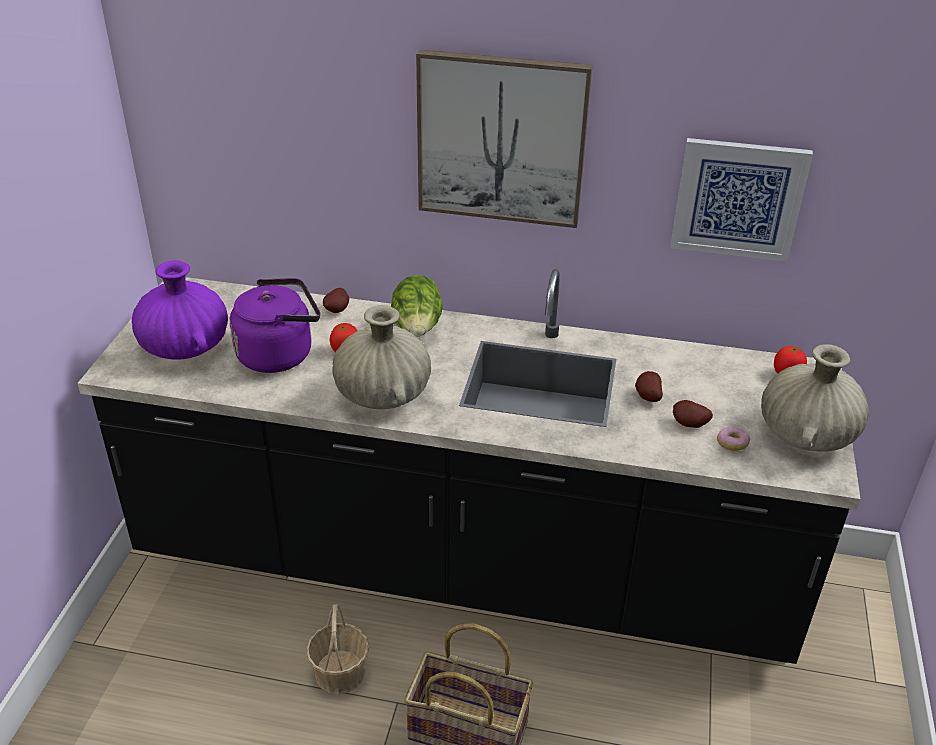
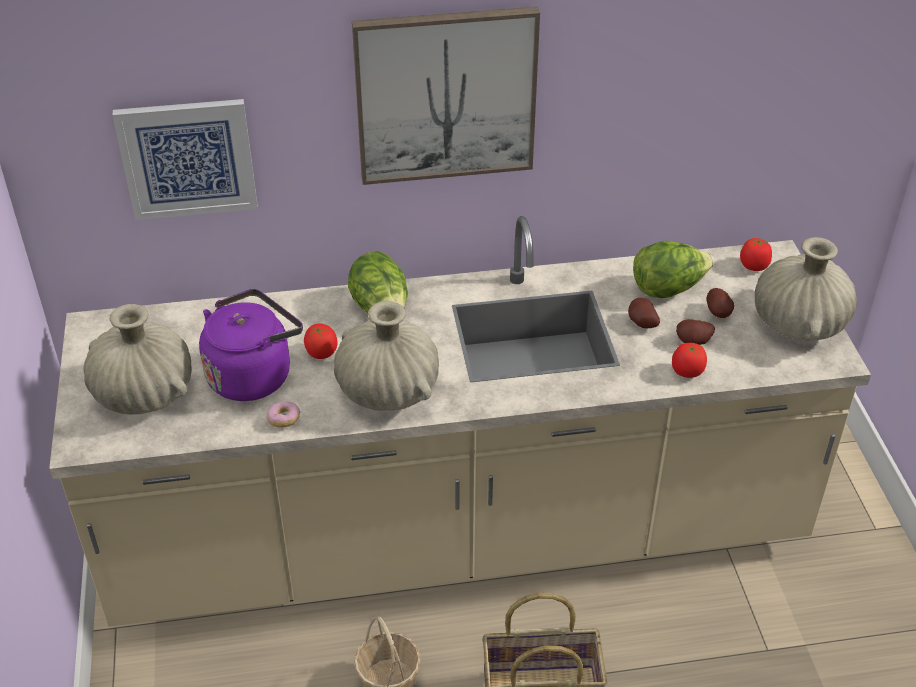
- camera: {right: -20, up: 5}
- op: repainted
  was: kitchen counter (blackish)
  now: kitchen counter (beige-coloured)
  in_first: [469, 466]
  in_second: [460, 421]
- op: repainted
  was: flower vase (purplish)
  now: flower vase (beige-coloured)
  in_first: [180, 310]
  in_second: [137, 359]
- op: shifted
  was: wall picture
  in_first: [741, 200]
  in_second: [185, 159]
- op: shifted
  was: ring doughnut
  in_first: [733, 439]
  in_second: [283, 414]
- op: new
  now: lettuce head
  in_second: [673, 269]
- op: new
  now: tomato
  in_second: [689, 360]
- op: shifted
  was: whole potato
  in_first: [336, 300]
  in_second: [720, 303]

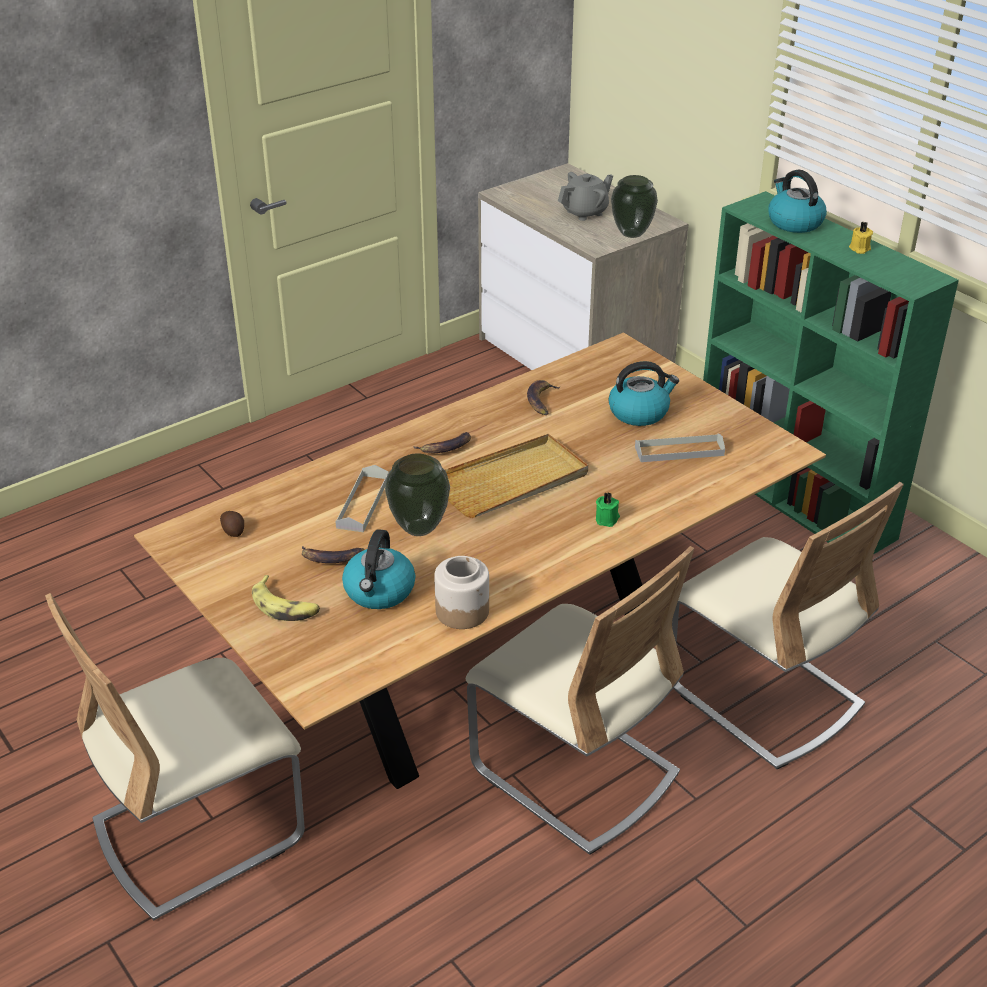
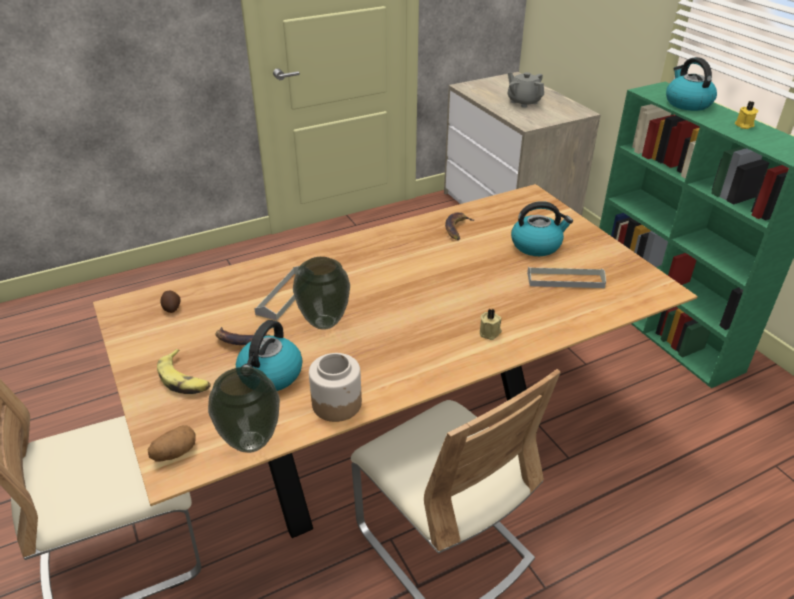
- camera: {right: 10, up: 0}
- op: new
  now: whole potato
  in_second: [171, 443]
- op: shifted
  was: flower vase
  in_first: [634, 206]
  in_second: [244, 410]
- op: repainted
  was: wax light (green)
  now: wax light (beige-coloured)
  in_first: [608, 509]
  in_second: [491, 324]
- op: rotated
  was: tea pot (grey)
  in_first: [585, 196]
  in_second: [525, 90]
  clockwise: -105
- op: gone
  was: banana fruit
  in_first: [442, 442]
- op: gone
  was: tray (beige-coloured)
  in_first: [516, 476]
- op: gone
  was: upright chair (beige-coloured)
  in_first: [788, 625]

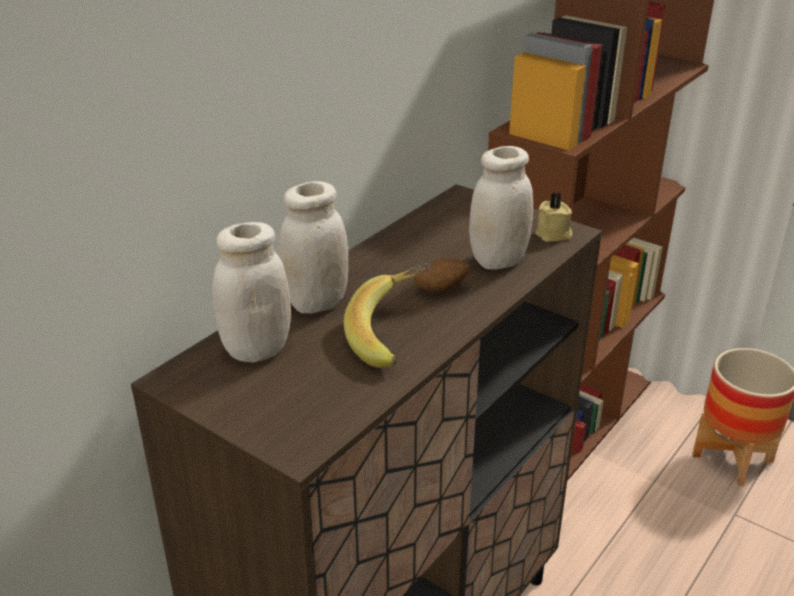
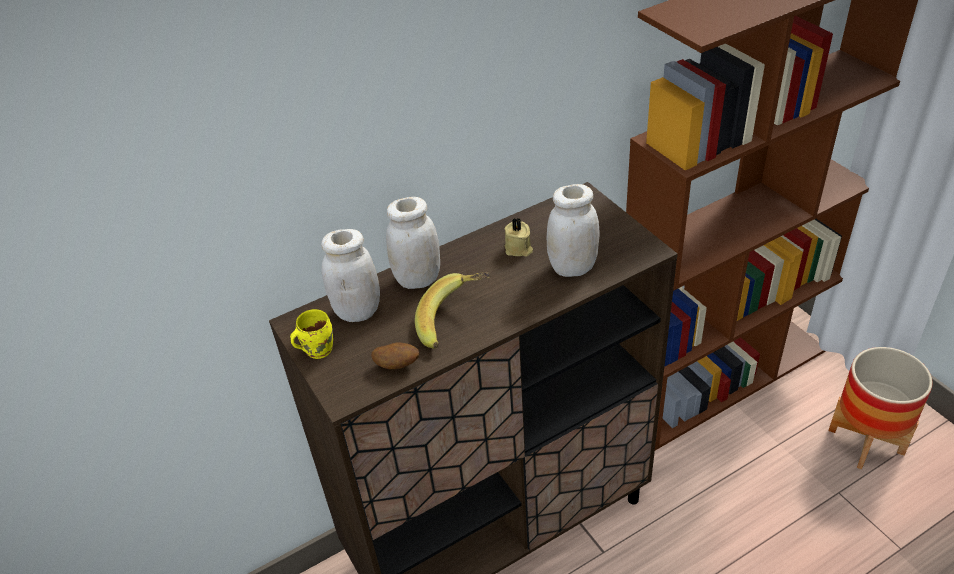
- camera: {right: 25, up: 10}
- op: new
  now: tea mug (yellow-coloured)
  in_second: [311, 334]
- op: shifted
  was: whole potato
  in_first: [442, 275]
  in_second: [395, 355]
- op: shifted
  was: wax light (beige-coloured)
  in_first: [553, 217]
  in_second: [519, 237]

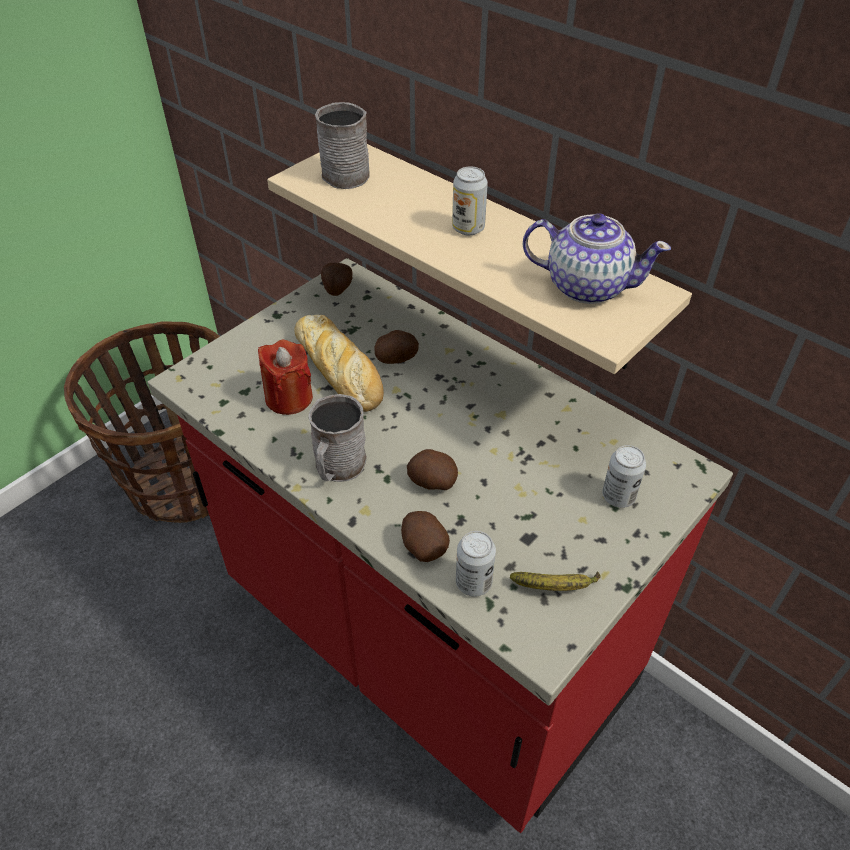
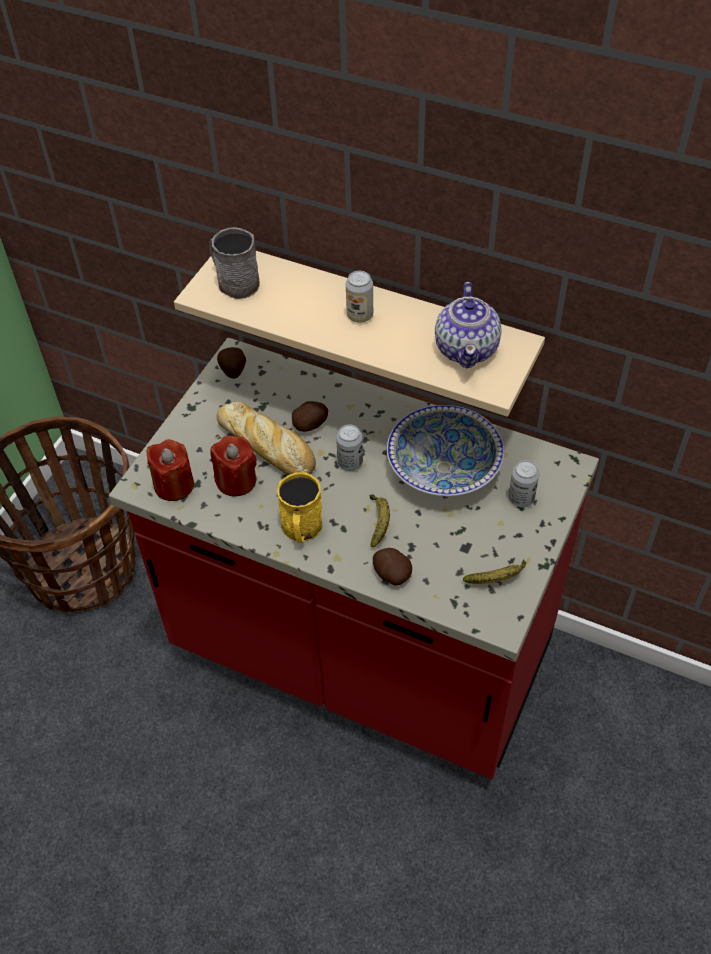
- camera: {right: -15, up: 5}
- op: new
  now: wax light (reddish)
  in_second: [170, 470]
- op: repainted
  was: tea mug (grey)
  now: tea mug (yellow-coloured)
  in_first: [337, 438]
  in_second: [299, 507]
- op: shifted
  was: can
  in_first: [476, 564]
  in_second: [349, 447]
- op: swapped
  was: whole potato
  now: banana fruit
  in_first: [432, 469]
  in_second: [379, 521]
- op: new
  now: bowl
  in_second: [445, 450]
- op: rotated
  was: tea pot
  in_first: [597, 258]
  in_second: [468, 325]
  clockwise: 90

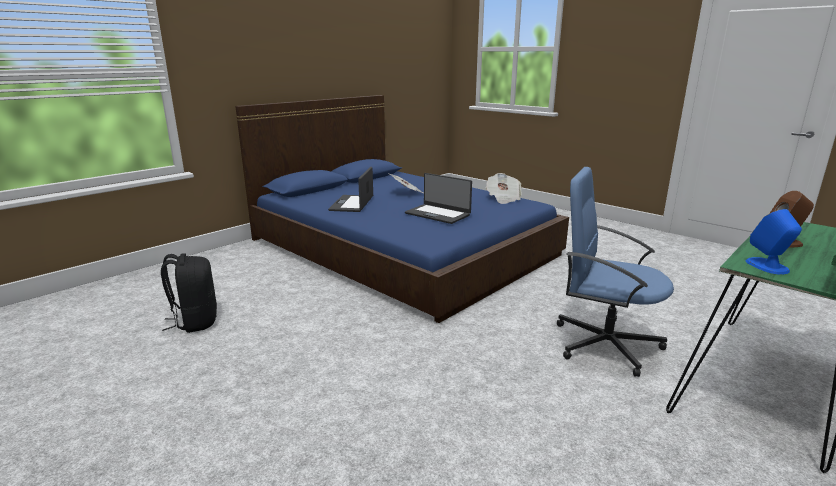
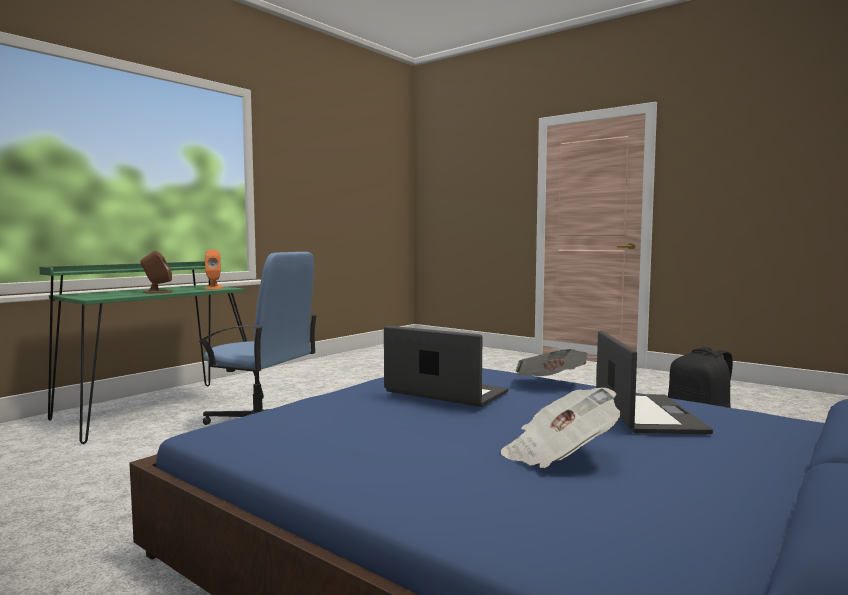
- camera: {right: 175, up: -15}
- op: repainted
  was: loudspeaker (bluish)
  now: loudspeaker (orange)
  in_first: [773, 241]
  in_second: [213, 269]
- op: shifted
  was: newspaper
  in_first: [503, 188]
  in_second: [551, 362]

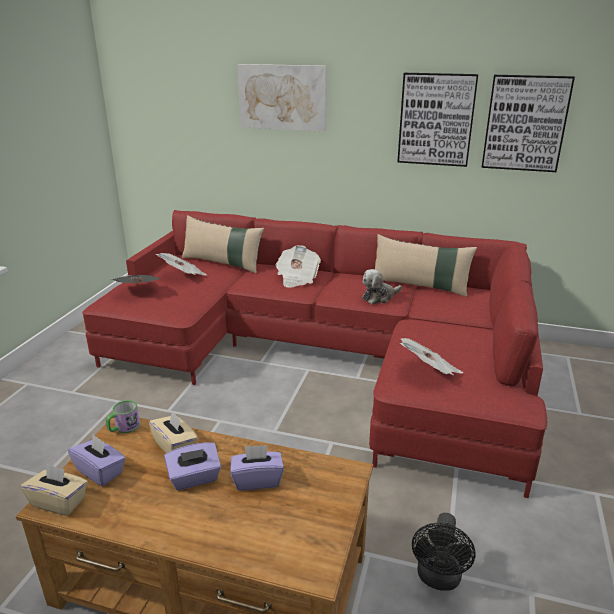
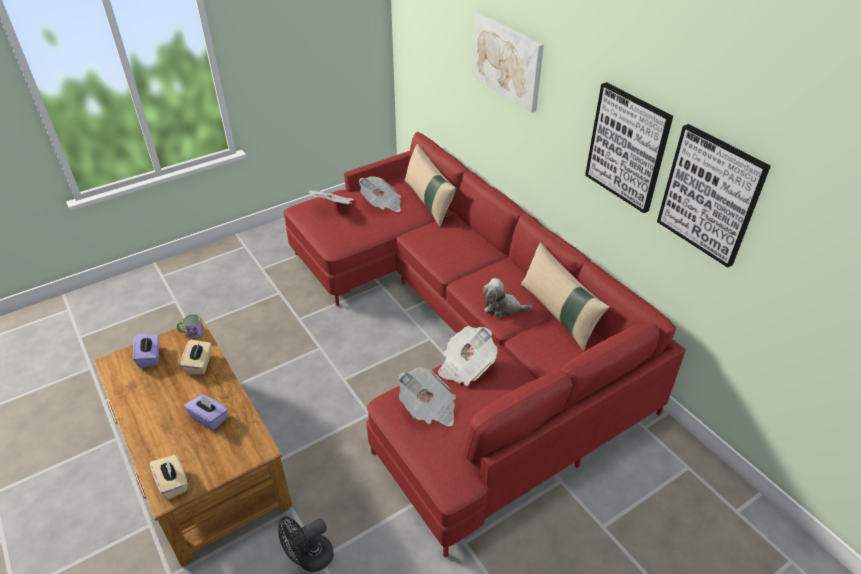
- camera: {right: 40, up: 15}
- op: shifted
  was: tissue box (beige-coloured)
  in_first: [54, 489]
  in_second: [169, 477]
- op: shifted
  was: newspaper
  in_first: [298, 266]
  in_second: [468, 356]
- op: gone
  was: tissue box (purplish)
  in_first: [192, 466]

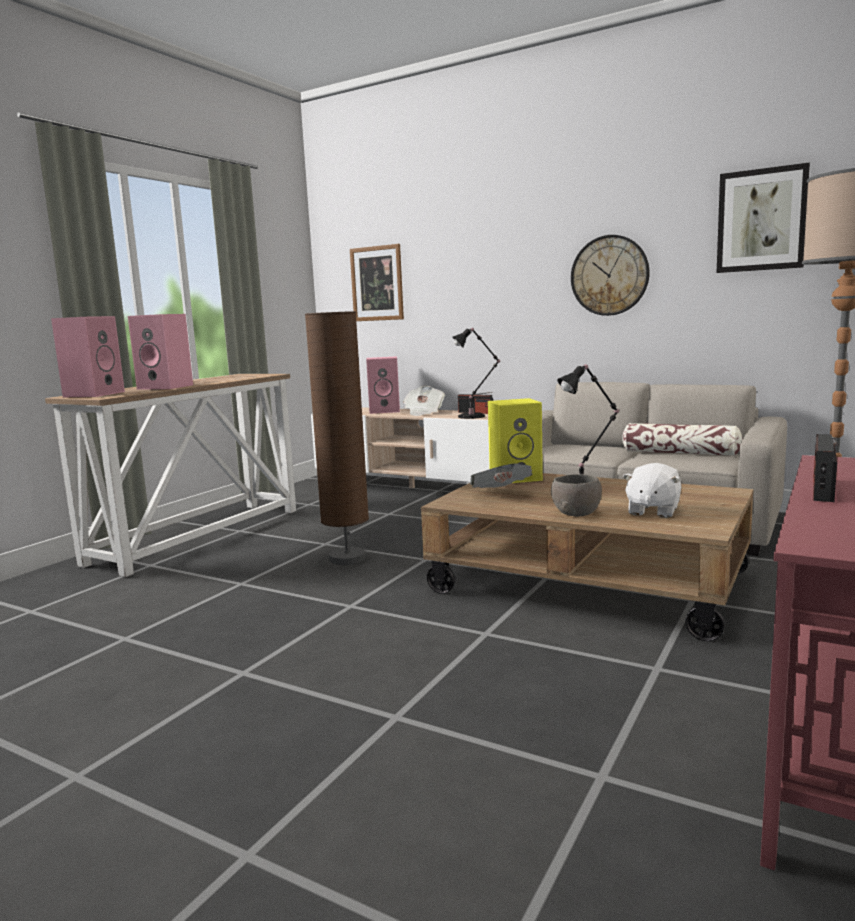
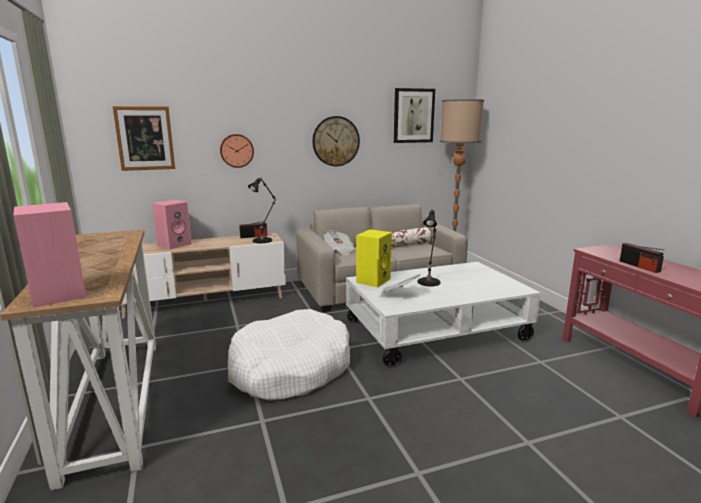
- camera: {right: -50, up: 5}
- op: new
  now: wall clock
  in_second: [237, 151]
- op: swapped
  was: standing lamp (brown-coloured)
  now: pet bed (white-coloured)
  in_first: [337, 438]
  in_second: [289, 355]
- op: shifted
  was: newspaper
  in_first: [424, 401]
  in_second: [340, 242]
- op: repainted
  was: lounge table (brown-coloured)
  now: lounge table (white-coloured)
  in_first: [587, 557]
  in_second: [443, 314]
- op: gone
  was: loudspeaker (pink-coloured)
  in_first: [160, 352]
- op: gone
  was: bowl (grey)
  in_first: [576, 495]
- op: gone
  was: soft toy (white-coloured)
  in_first: [652, 490]

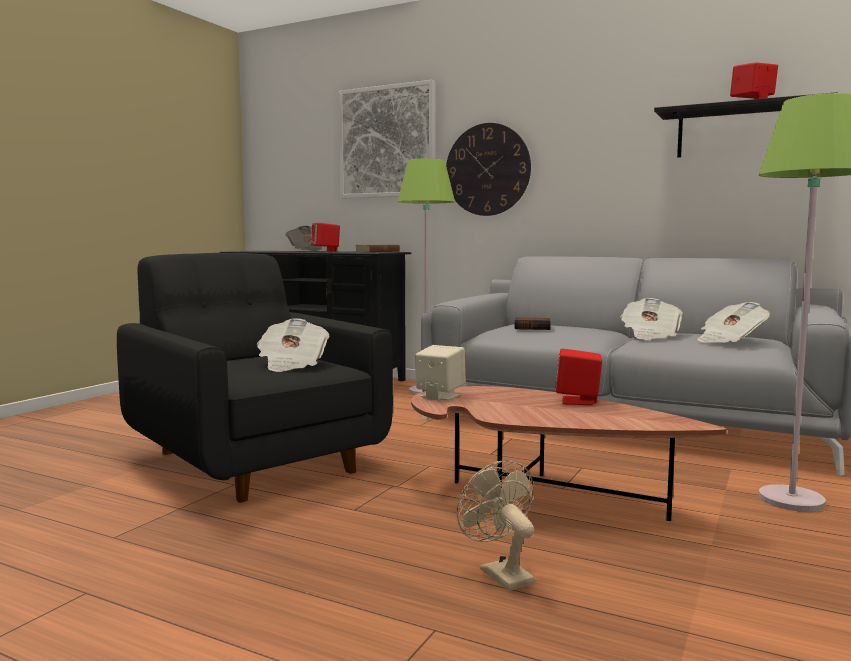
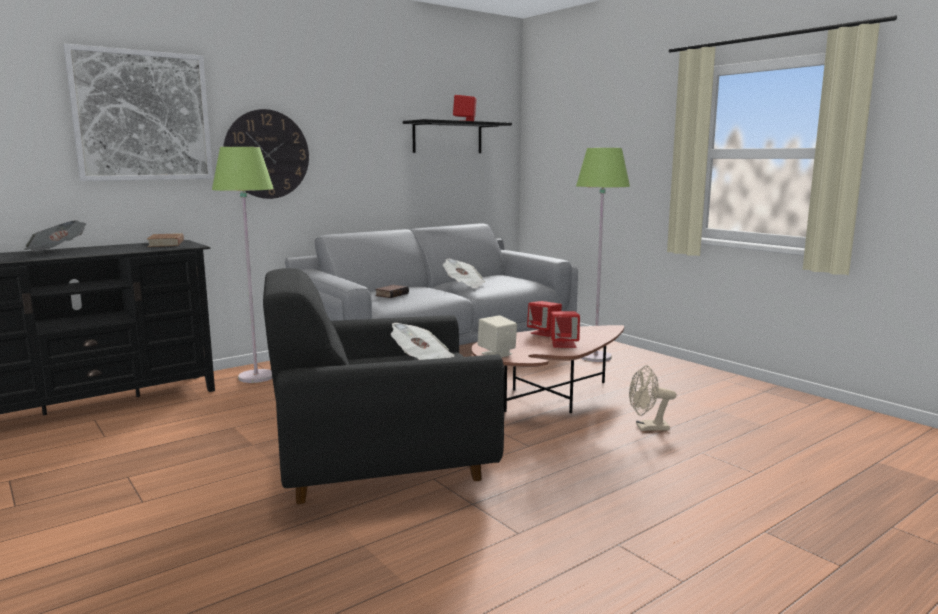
- camera: {right: -65, up: 5}
- op: shifted
  was: loudspeaker (reddish)
  in_first: [325, 237]
  in_second: [565, 329]
- op: gone
  was: newspaper
  in_first: [733, 322]

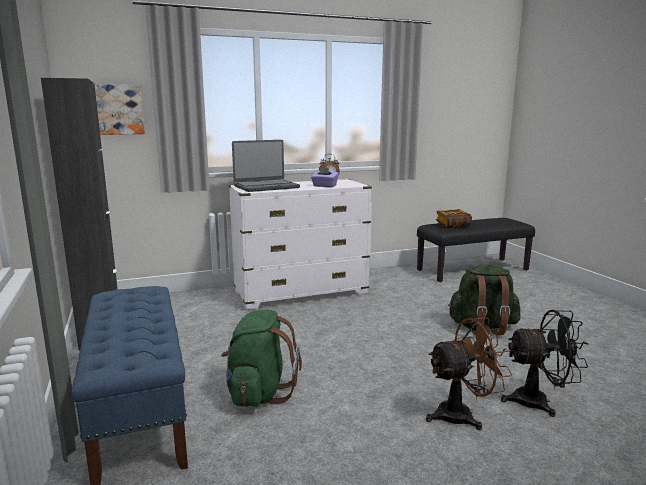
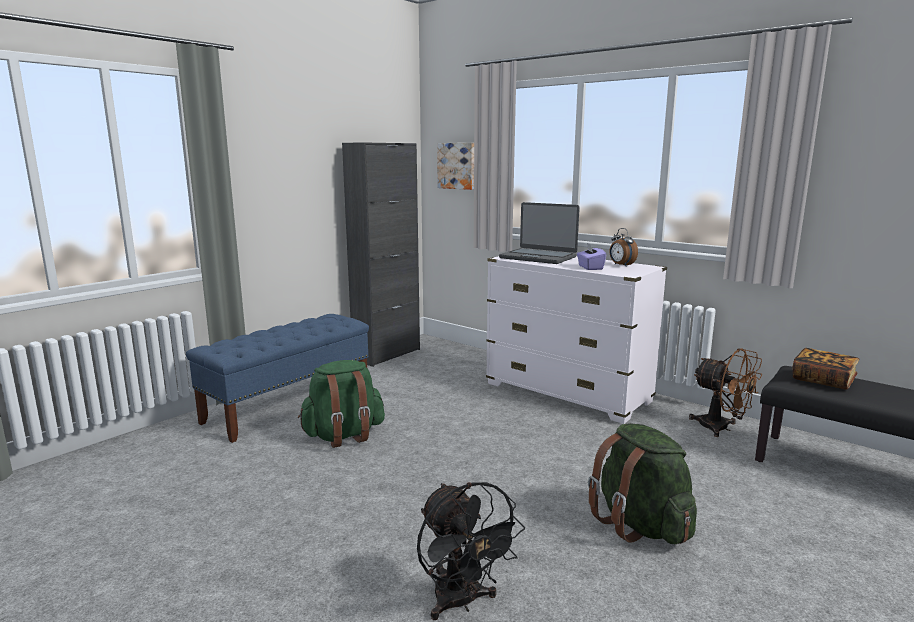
- camera: {right: 60, up: 0}
- op: shifted
  was: electric fan (brown-coloured)
  in_first: [469, 373]
  in_second: [725, 392]

